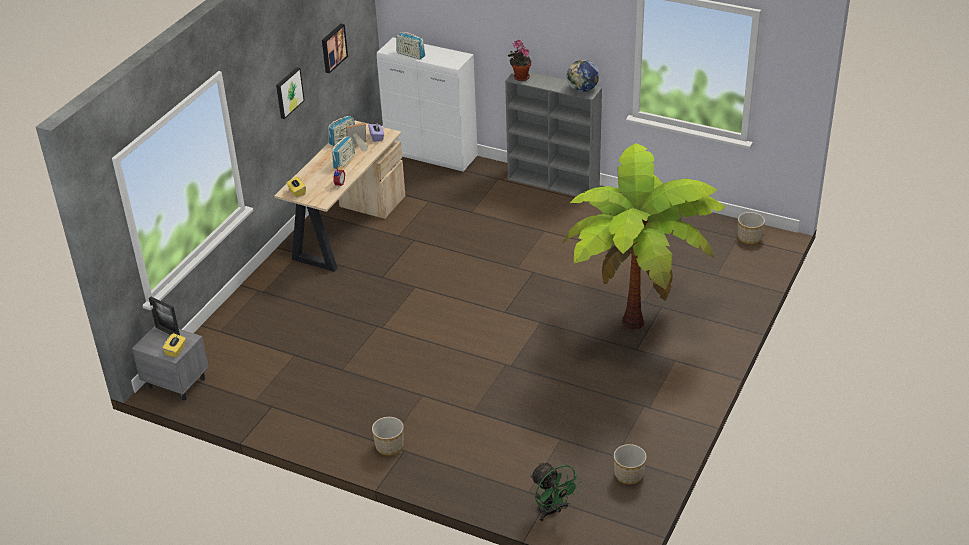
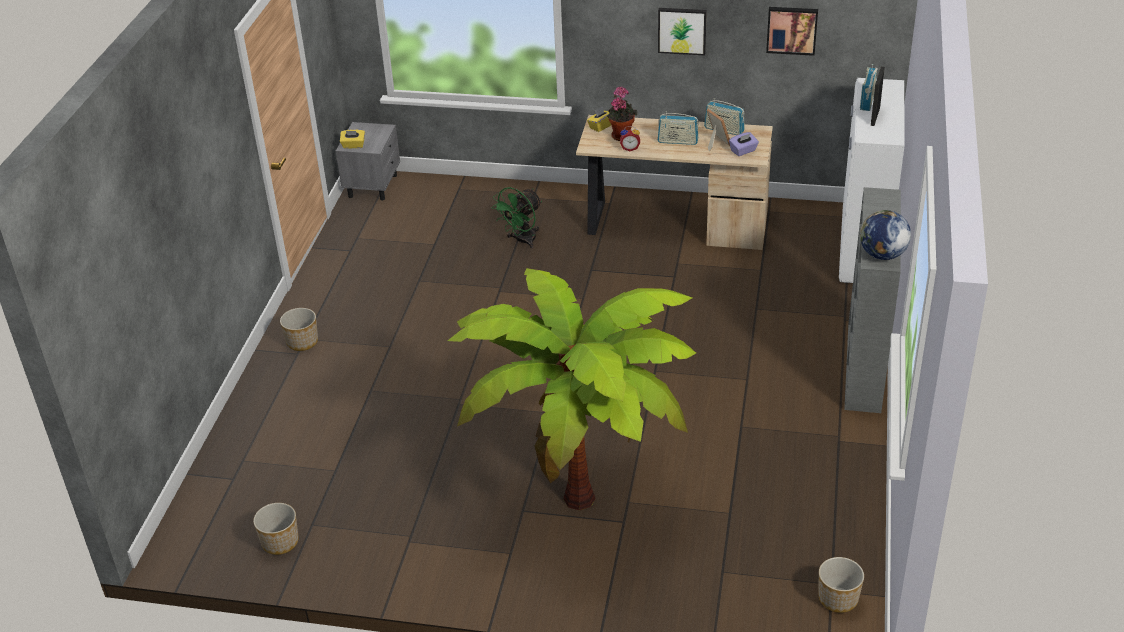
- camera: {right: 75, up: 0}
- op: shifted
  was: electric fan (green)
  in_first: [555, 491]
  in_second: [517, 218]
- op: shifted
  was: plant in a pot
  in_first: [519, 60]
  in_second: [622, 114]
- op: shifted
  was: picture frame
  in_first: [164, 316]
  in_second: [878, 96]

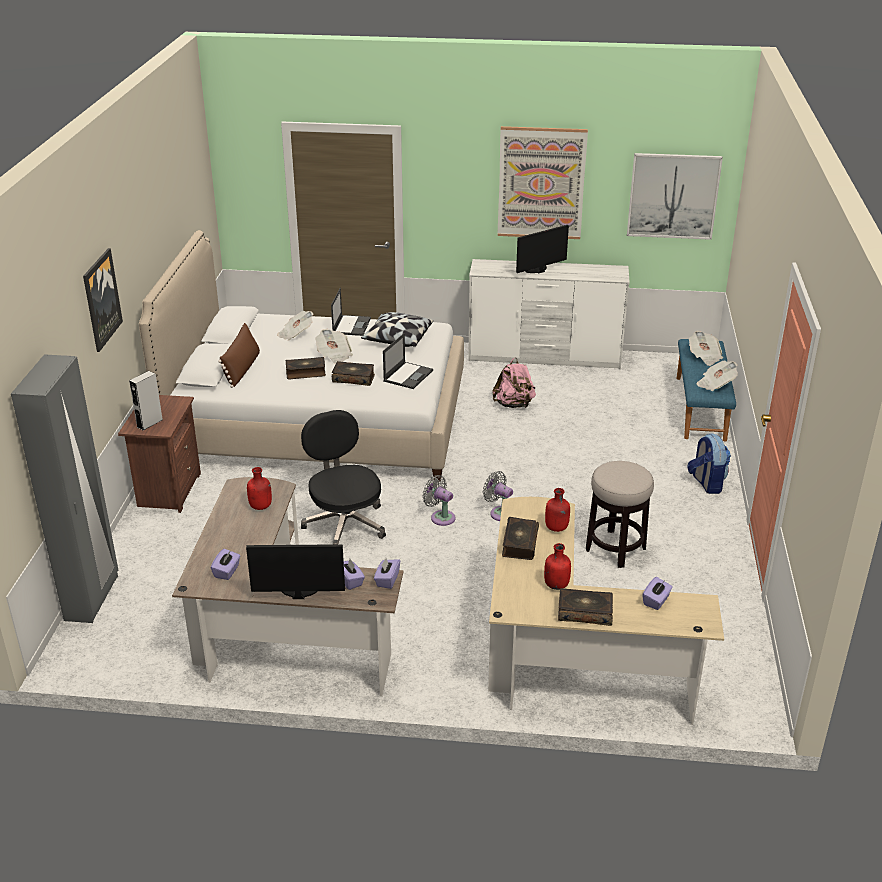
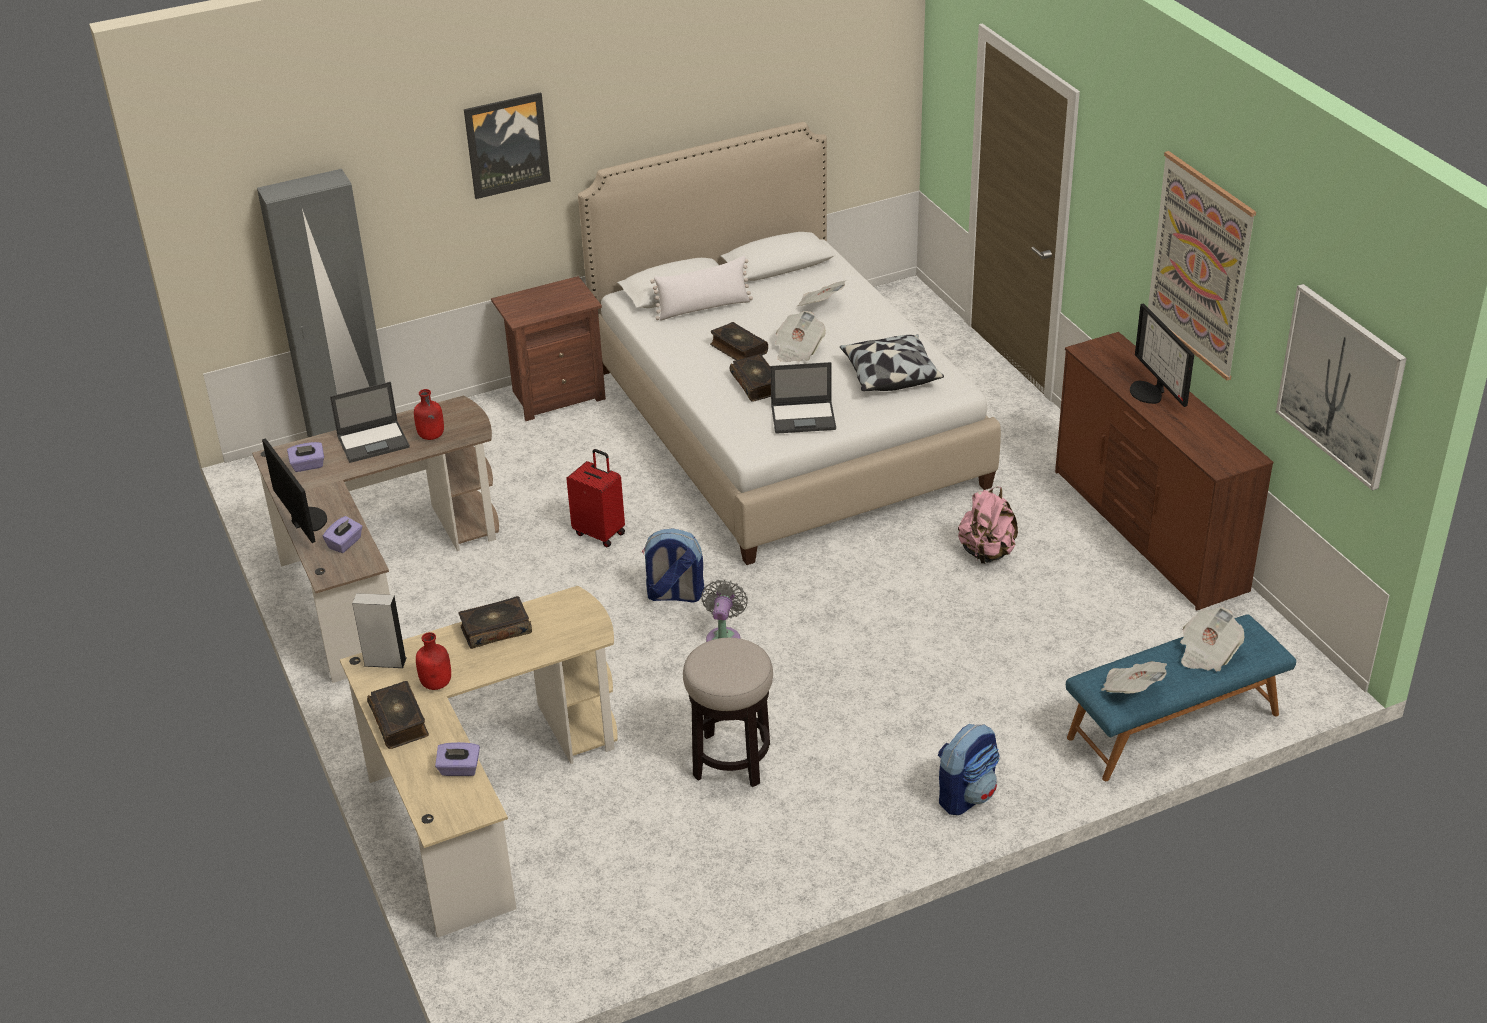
- camera: {right: 60, up: 5}
- op: shifted
  was: notebook computer
  in_first: [351, 312]
  in_second: [370, 422]
- op: shifted
  was: loudspeaker (grey)
  in_first: [146, 401]
  in_second: [379, 630]
- op: swapped
  was: computer chair (blackish)
  now: travel case (reddish)
  in_first: [343, 477]
  in_second: [595, 498]
- op: swapped
  was: electric fan (grey)
  now: backpack
  in_first: [439, 500]
  in_second: [673, 565]
- op: repainted
  was: pillow (brown-coloured)
  now: pillow (white-coloured)
  in_first: [239, 355]
  in_second: [701, 288]
- op: repainted
  was: chest of drawers (white-coloured)
  now: chest of drawers (brown-coloured)
  in_first: [549, 314]
  in_second: [1164, 471]
- op: rotated
  was: monitor
  in_first: [542, 249]
  in_second: [1162, 355]
  clockwise: -135
- op: gone
  was: tissue box (purplish)
  in_first: [387, 573]
- op: gone
  was: beverage bottle (reddish)
  in_first: [557, 510]

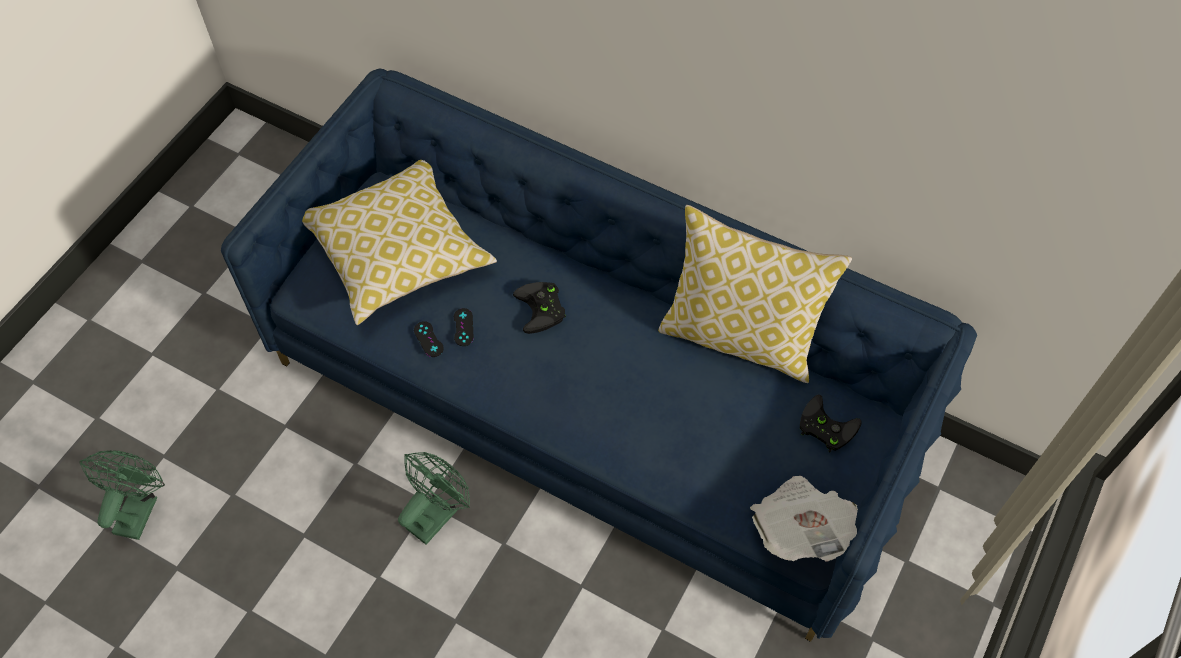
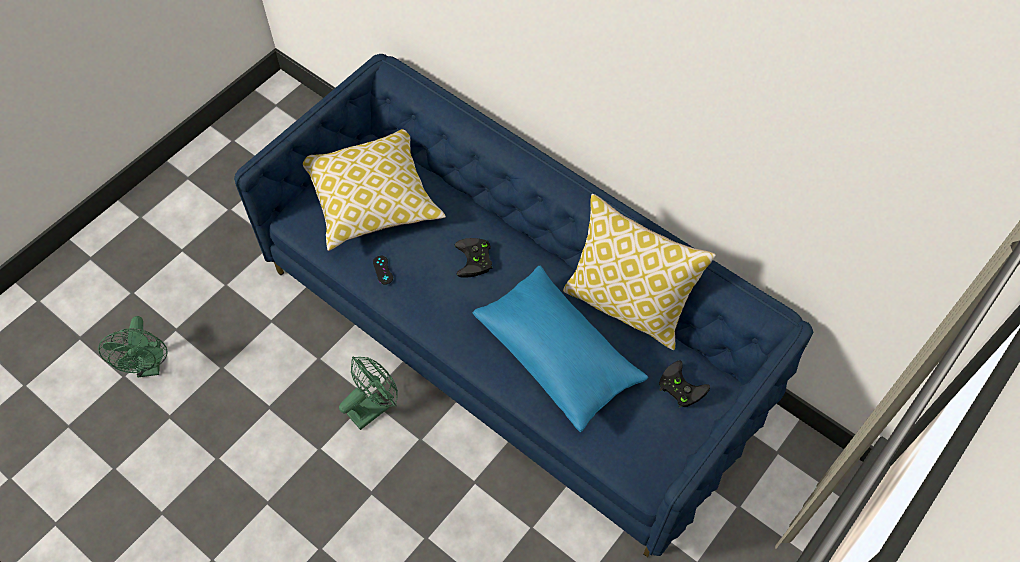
- camera: {right: 10, up: 0}
- op: rotated
  was: electric fan (green)
  in_first: [122, 495]
  in_second: [133, 346]
  clockwise: 150
- op: new
  now: pillow (bluish)
  in_second: [560, 349]
- op: gone
  was: gamepad (blackish)
  in_first: [464, 327]
- op: gone
  was: newspaper
  in_first: [804, 518]

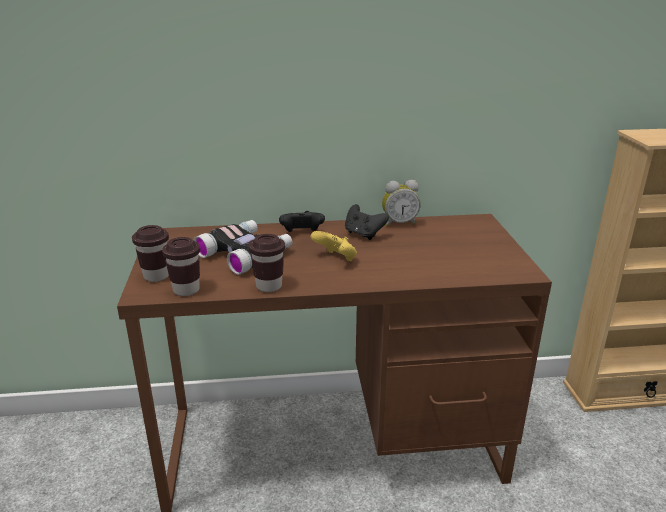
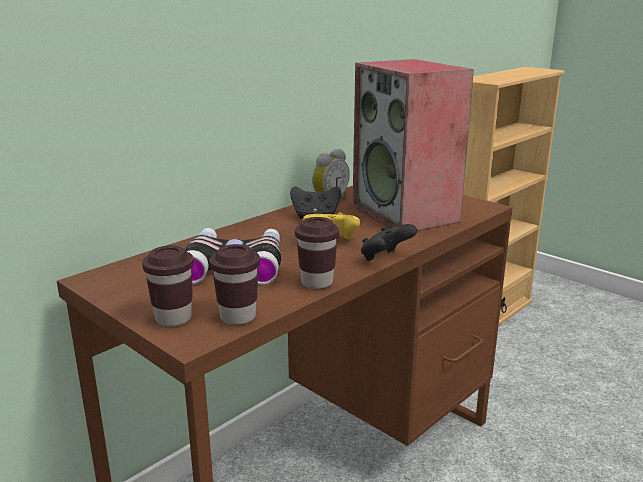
- camera: {right: -40, up: -5}
- op: new
  now: loudspeaker
  in_second: [413, 145]
- op: shifted
  was: gamepad (blackish)
  in_first: [302, 221]
  in_second: [389, 242]

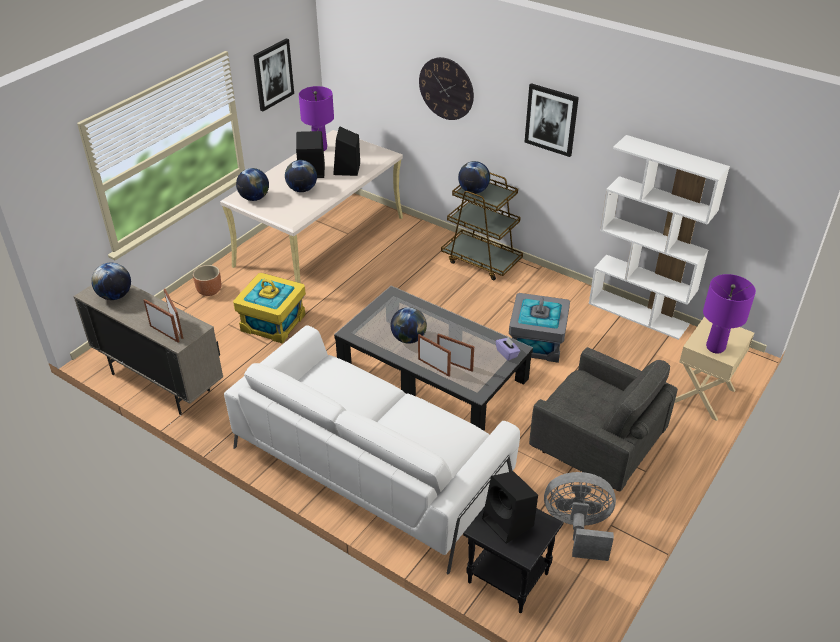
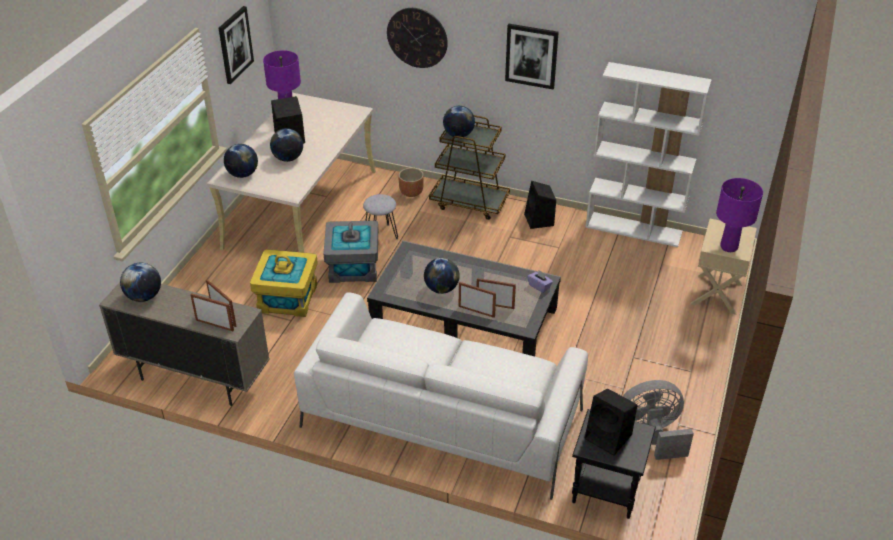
- camera: {right: -15, up: 0}
- op: shifted
  was: storage bin (grey)
  in_first: [539, 328]
  in_second: [350, 252]
- op: new
  now: stool (grey)
  in_second: [380, 216]
- op: shifted
  was: flower pot (brown-coloured)
  in_first: [207, 280]
  in_second: [411, 182]
- op: shifted
  was: loudspeaker (blackish)
  in_first: [346, 151]
  in_second: [540, 205]
- op: gone
  was: lounge chair (grey)
  in_first: [603, 419]

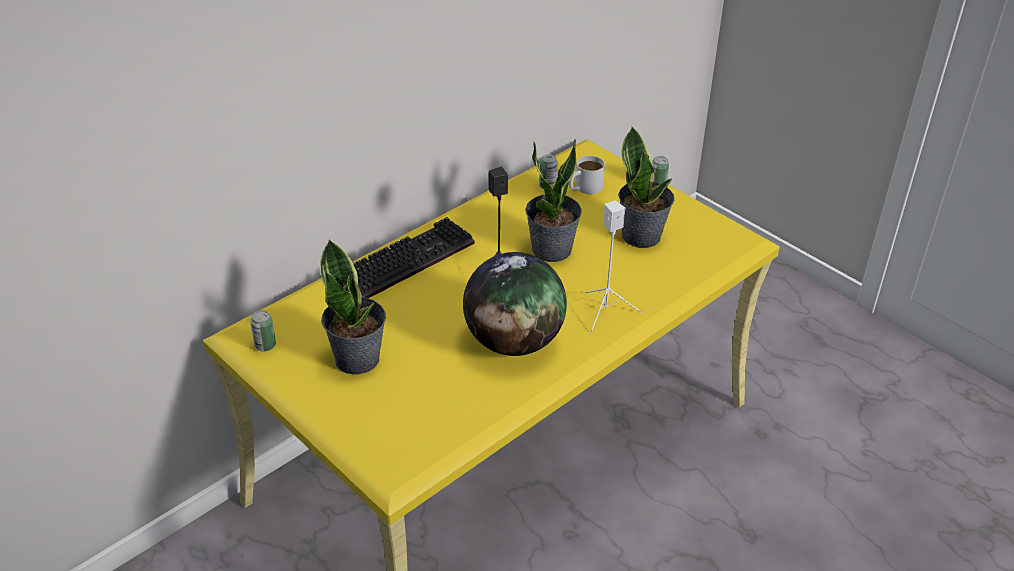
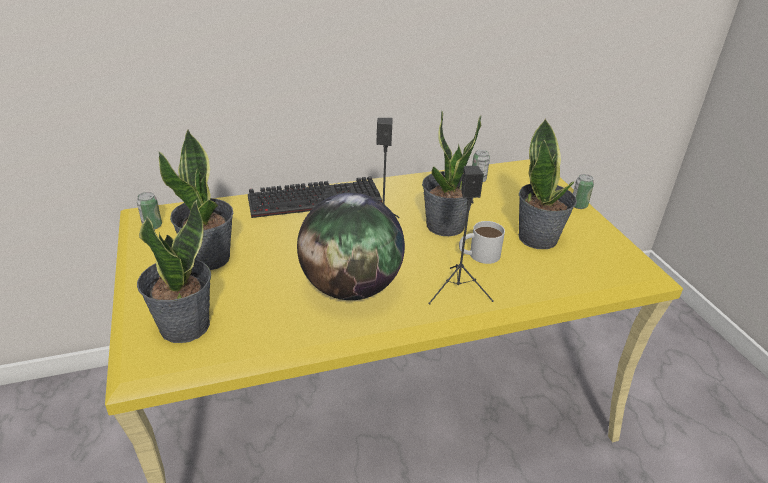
- camera: {right: 25, up: -5}
- op: new
  now: plant in a pot
  in_second: [174, 271]
- op: repainted
  was: loudspeaker (white-coloured)
  now: loudspeaker (blackish)
  in_first: [613, 267]
  in_second: [461, 235]
- op: shifted
  was: tea mug (white-coloured)
  in_first: [587, 175]
  in_second: [482, 242]

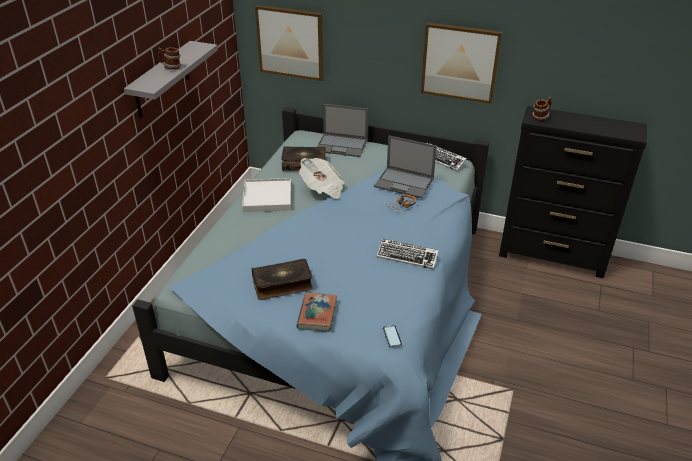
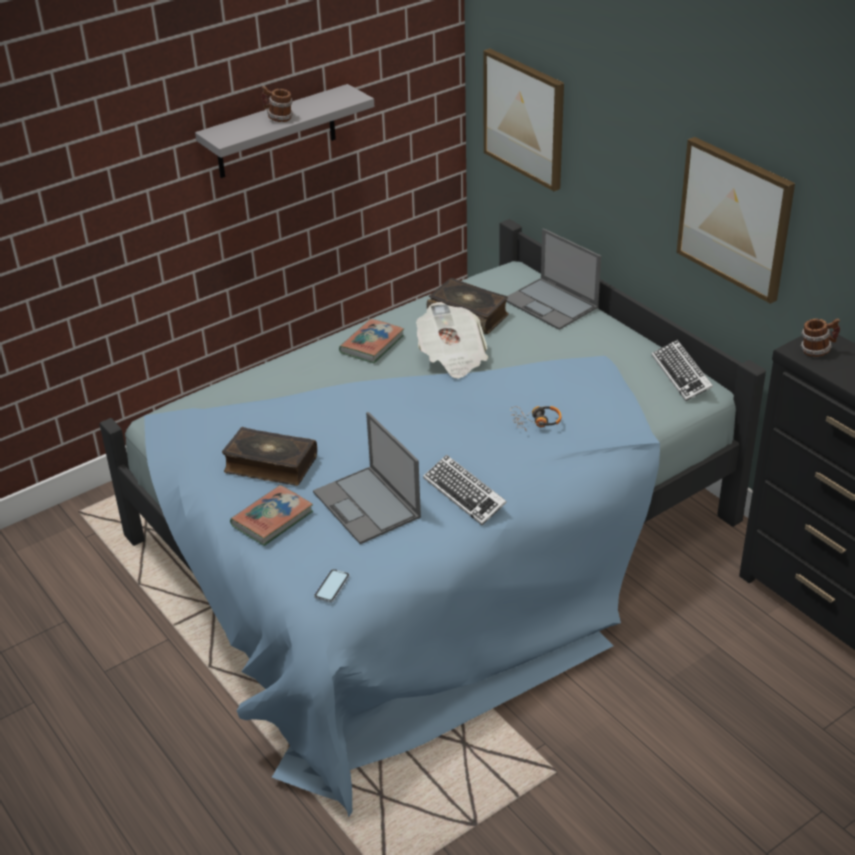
- camera: {right: 35, up: 0}
- op: shifted
  was: notebook computer
  in_first: [405, 167]
  in_second: [367, 478]
- op: swapped
  was: tray (white-coloured)
  now: bound book
  in_first: [266, 195]
  in_second: [371, 341]

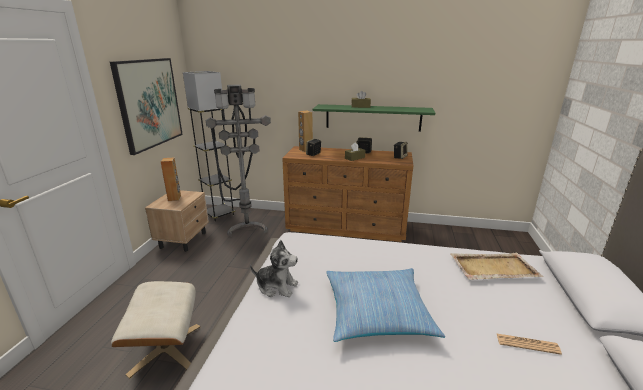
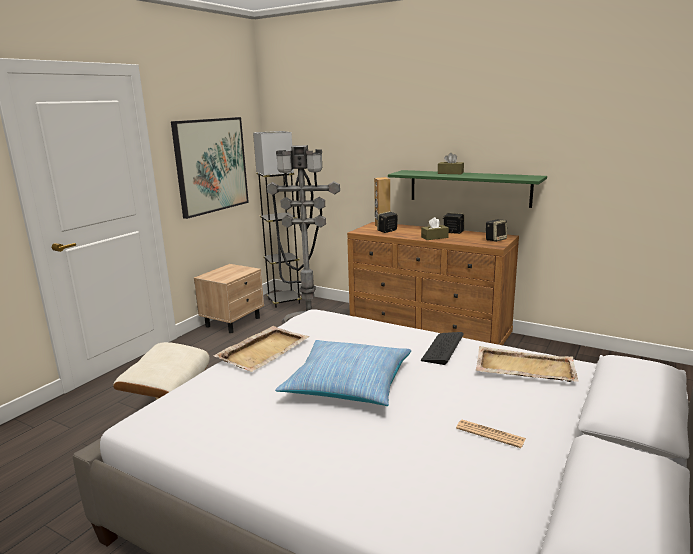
- camera: {right: 20, up: -5}
- op: swapped
  was: soft toy
  now: tray (beige-coloured)
  in_first: [274, 268]
  in_second: [261, 349]
- op: new
  now: PC keyboard
  in_second: [442, 348]
- op: gone
  was: loudspeaker (brown-coloured)
  in_first: [170, 179]

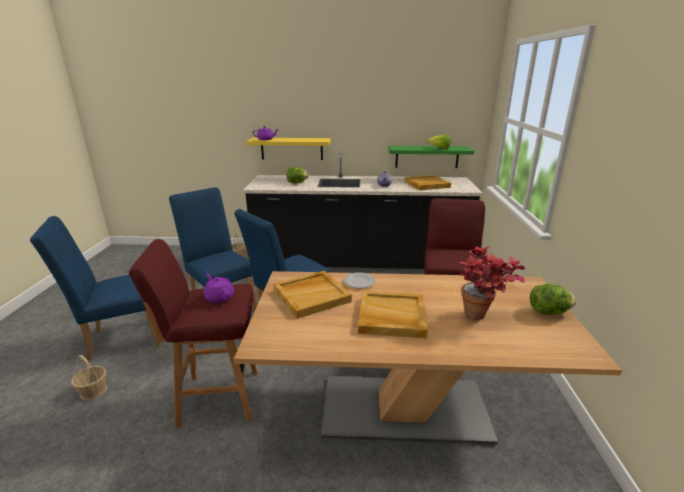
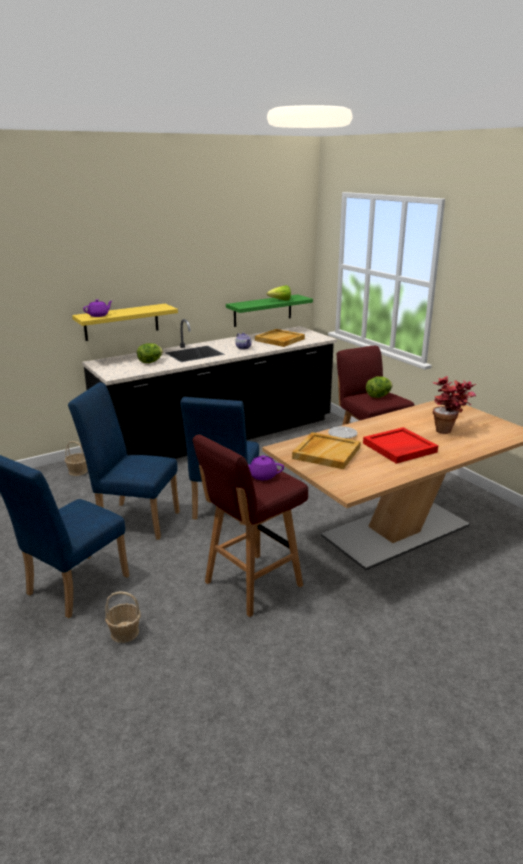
- camera: {right: -35, up: 0}
- op: repainted
  was: tray (beige-coloured)
  now: tray (reddish)
  in_first: [393, 314]
  in_second: [400, 445]
- op: shifted
  was: lettuce head
  in_first: [553, 299]
  in_second: [379, 387]

